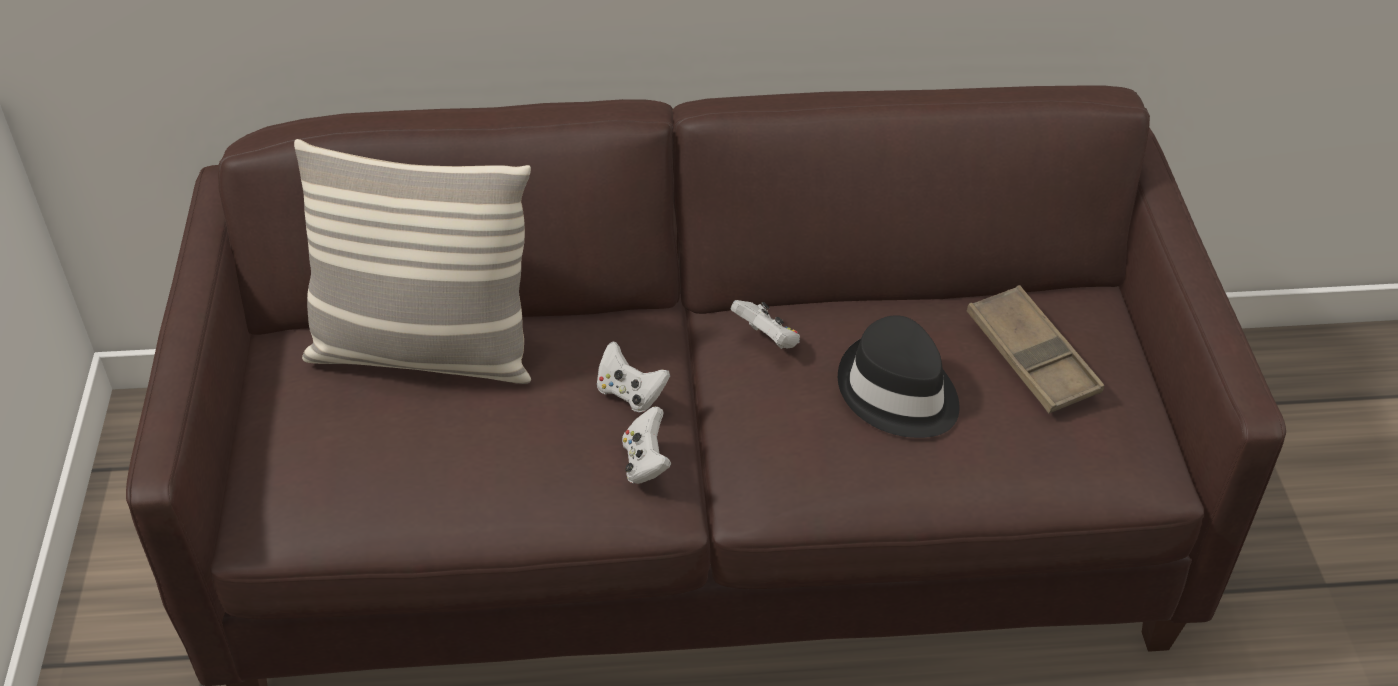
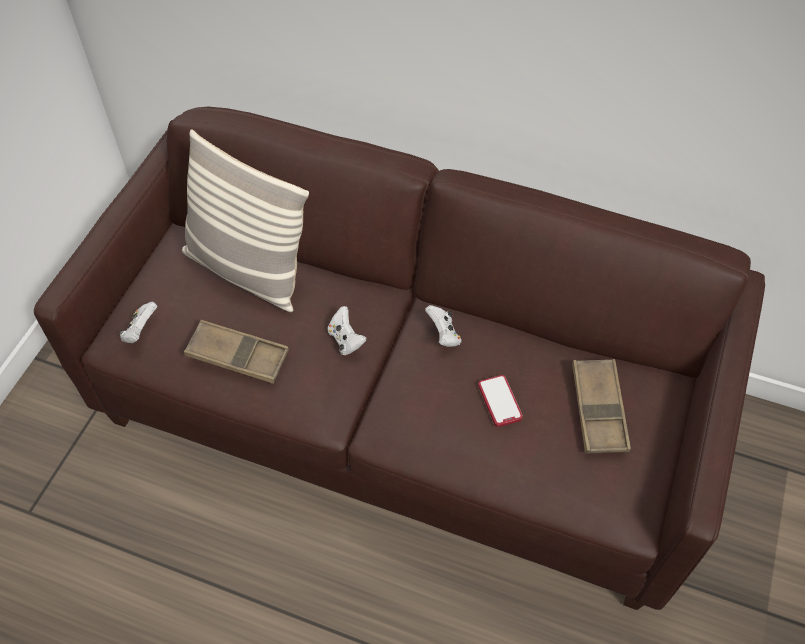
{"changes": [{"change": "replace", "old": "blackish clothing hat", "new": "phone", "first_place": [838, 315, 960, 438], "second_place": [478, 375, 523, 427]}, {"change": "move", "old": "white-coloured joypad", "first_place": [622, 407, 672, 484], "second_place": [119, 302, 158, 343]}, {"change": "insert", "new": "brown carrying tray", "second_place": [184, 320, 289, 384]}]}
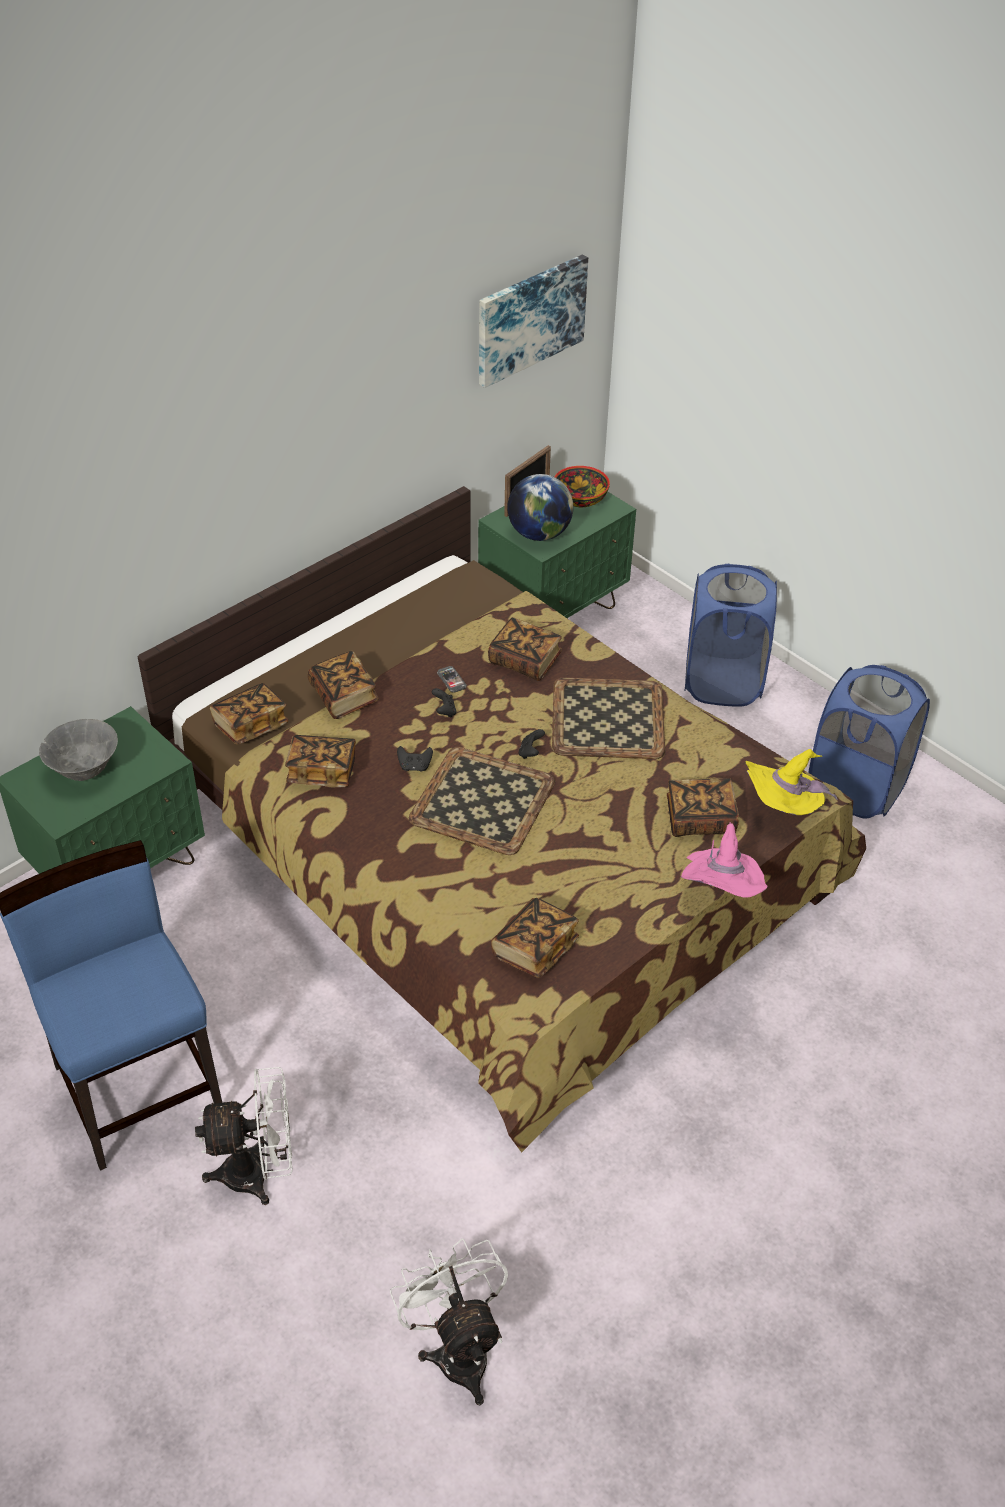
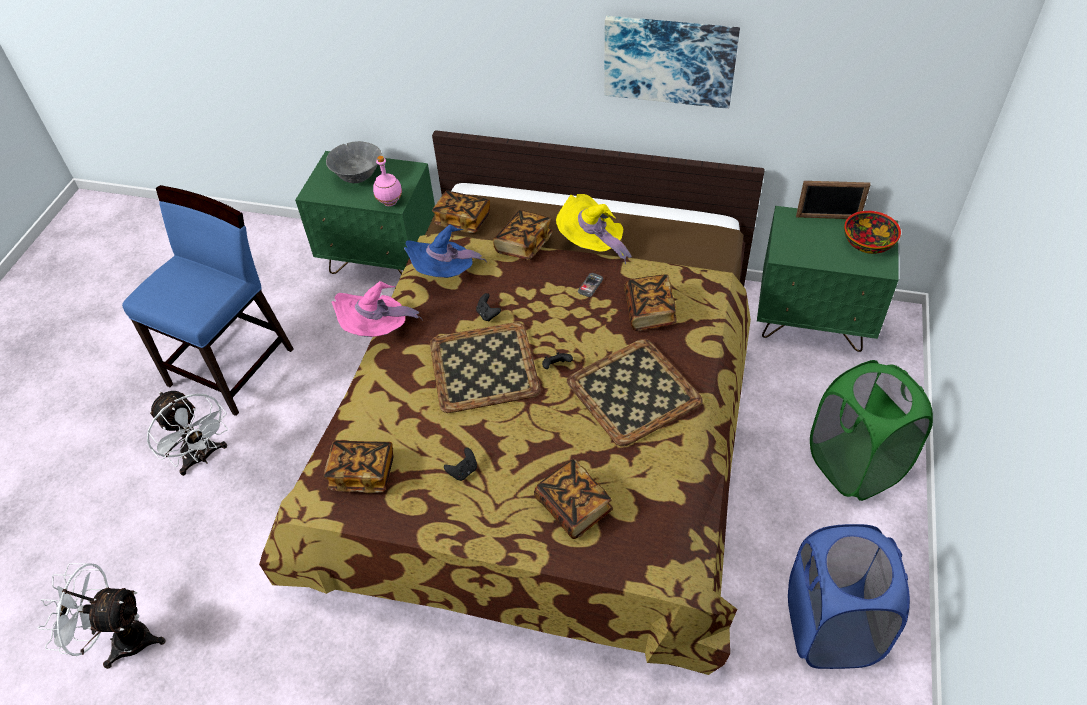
{"changes": [{"change": "move", "old": "picture", "first_place": [479, 254, 588, 388], "second_place": [604, 16, 740, 109]}, {"change": "delete", "old": "desk globe", "first_place": [507, 474, 573, 541]}, {"change": "recolor", "old": "blue-coloured washing basket", "new": "green-coloured washing basket", "first_place": [685, 564, 777, 707], "second_place": [810, 360, 933, 501]}, {"change": "move", "old": "blackish joypad", "first_place": [432, 688, 456, 717], "second_place": [444, 447, 477, 481]}, {"change": "replace", "old": "book", "new": "blue-coloured clothing hat", "first_place": [285, 735, 356, 787], "second_place": [404, 225, 487, 278]}, {"change": "move", "old": "yellow clothing hat", "first_place": [745, 749, 837, 815], "second_place": [556, 194, 632, 264]}, {"change": "move", "old": "pink-coloured clothing hat", "first_place": [681, 822, 767, 897], "second_place": [331, 281, 423, 337]}, {"change": "rotate", "old": "white-coloured electric fan", "first_place": [390, 1238, 508, 1405], "second_place": [38, 563, 166, 669], "degrees": -120}, {"change": "insert", "new": "pink-coloured drink bottle", "second_place": [373, 156, 402, 206]}]}
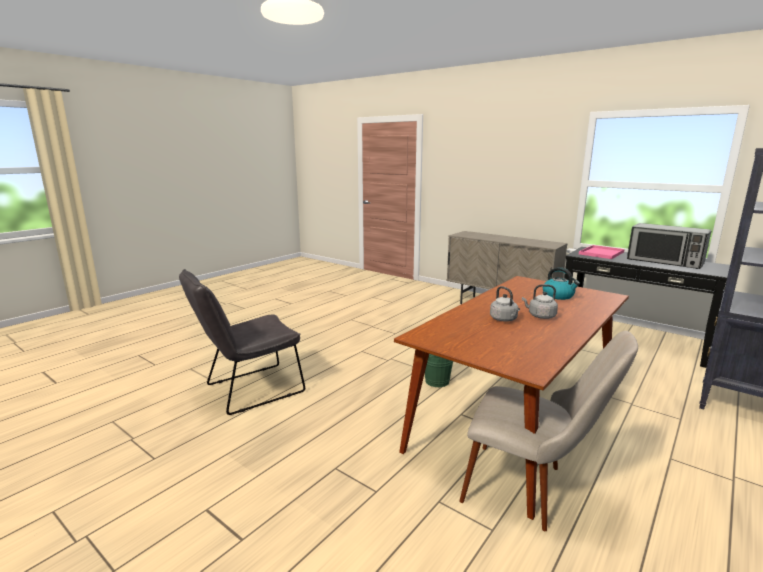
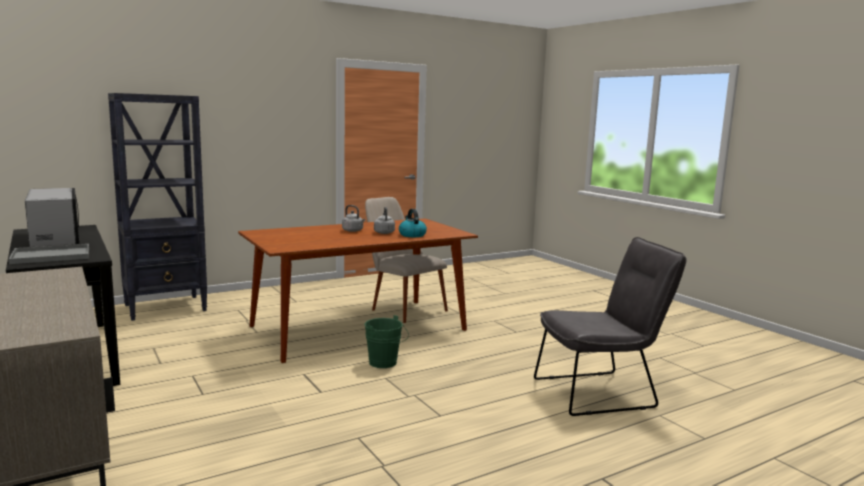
{"changes": [{"change": "recolor", "old": "pink-coloured carrying tray", "new": "gray carrying tray", "first_place": [579, 245, 625, 259], "second_place": [9, 244, 89, 264]}, {"change": "move", "old": "kettle", "first_place": [543, 267, 580, 300], "second_place": [399, 209, 427, 237]}]}
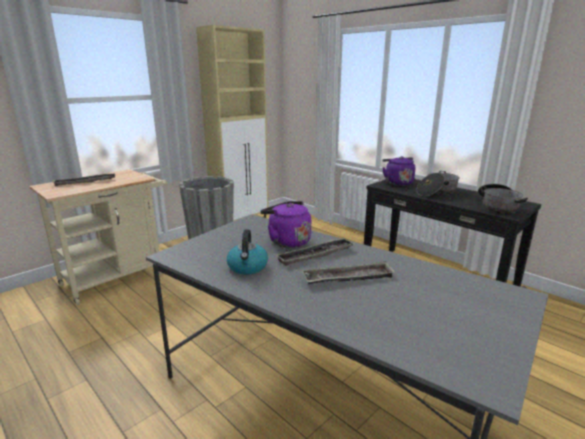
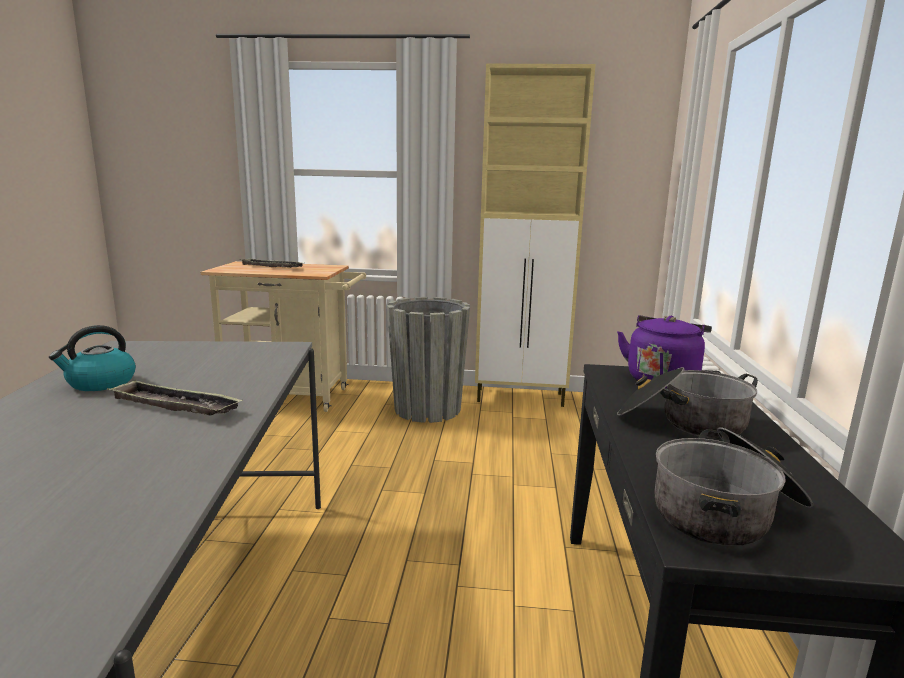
{"changes": [{"change": "delete", "old": "purple-coloured kettle", "first_place": [260, 201, 311, 248]}, {"change": "delete", "old": "carrying tray", "first_place": [302, 261, 395, 284]}]}
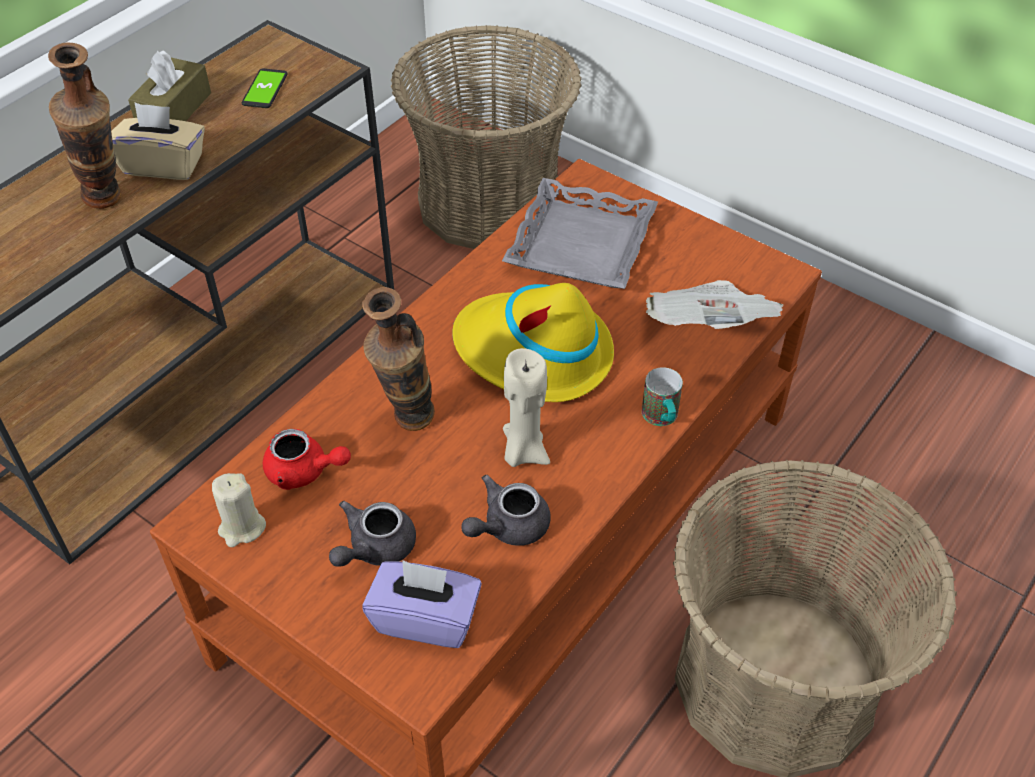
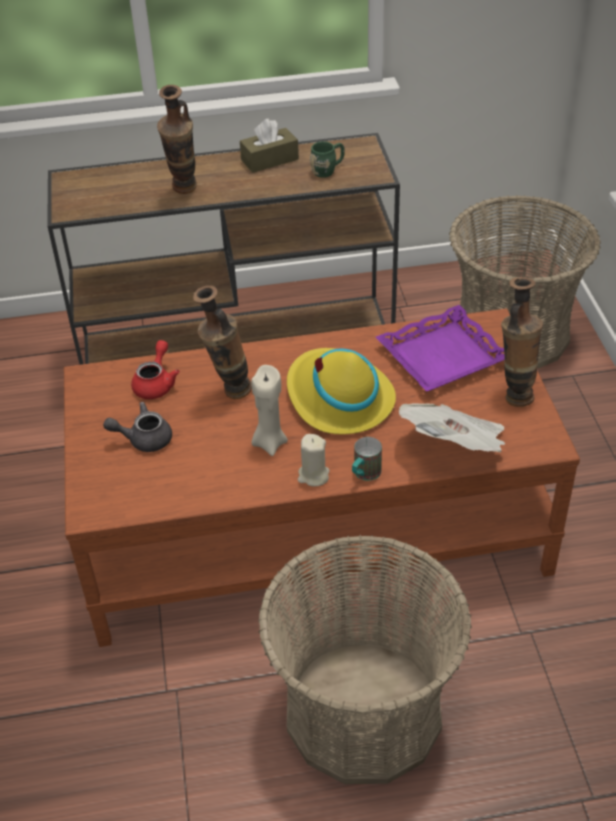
{"changes": [{"change": "replace", "old": "phone", "new": "green-coloured coffee mug", "first_place": [242, 68, 288, 108], "second_place": [310, 141, 345, 178]}, {"change": "delete", "old": "beige-coloured tissue box", "first_place": [111, 102, 205, 180]}, {"change": "recolor", "old": "gray carrying tray", "new": "purple-coloured carrying tray", "first_place": [502, 178, 658, 289], "second_place": [376, 305, 505, 392]}, {"change": "rotate", "old": "red-coloured teapot", "first_place": [263, 429, 351, 490], "second_place": [131, 340, 180, 399], "degrees": -135}, {"change": "move", "old": "beige-coloured wax candle", "first_place": [212, 473, 266, 547], "second_place": [298, 434, 330, 487]}, {"change": "delete", "old": "gray teapot", "first_place": [461, 475, 551, 546]}, {"change": "delete", "old": "purple-coloured tissue box", "first_place": [362, 560, 482, 648]}, {"change": "insert", "new": "flower vase", "second_place": [501, 277, 543, 407]}]}
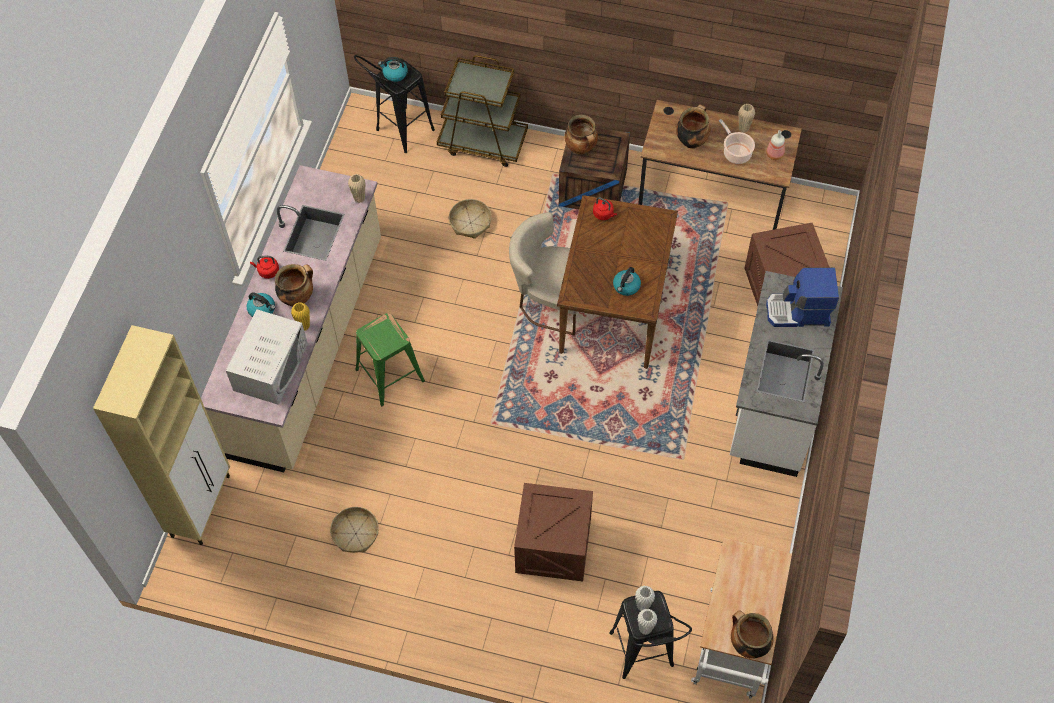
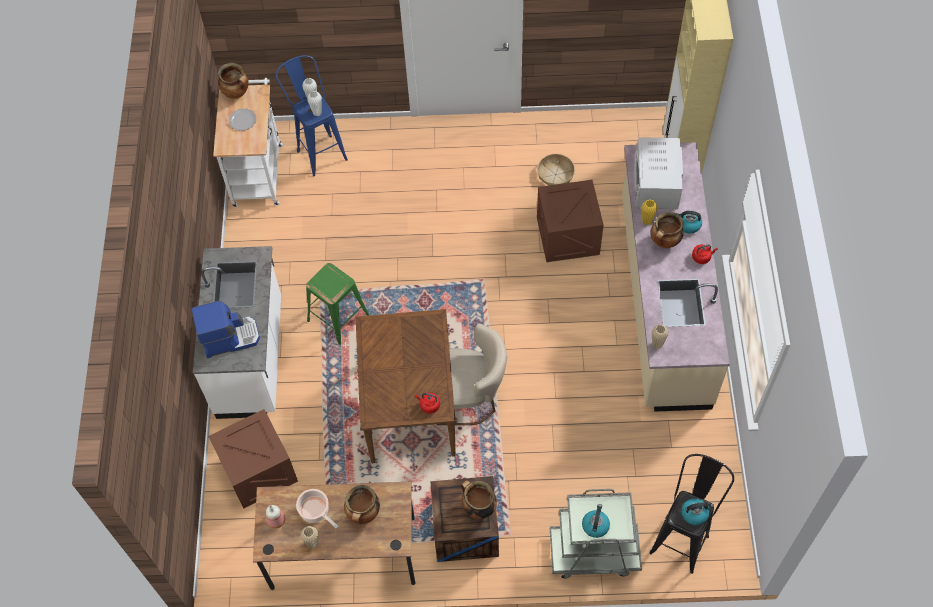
{"changes": [{"change": "recolor", "old": "brown cart", "new": "gray cart", "first_place": [437, 55, 528, 167], "second_place": [550, 489, 642, 579]}, {"change": "delete", "old": "basket", "first_place": [449, 199, 492, 239]}, {"change": "move", "old": "kettle", "first_place": [613, 267, 641, 296], "second_place": [582, 504, 610, 538]}, {"change": "move", "old": "green-coloured stool seat", "first_place": [356, 313, 425, 406], "second_place": [306, 263, 369, 345]}, {"change": "move", "old": "packing crate", "first_place": [514, 483, 593, 582], "second_place": [537, 180, 604, 262]}, {"change": "recolor", "old": "blackish stool seat", "new": "blue-coloured stool seat", "first_place": [609, 591, 692, 679], "second_place": [276, 55, 348, 176]}, {"change": "insert", "new": "dinner plate", "second_place": [229, 108, 257, 131]}]}
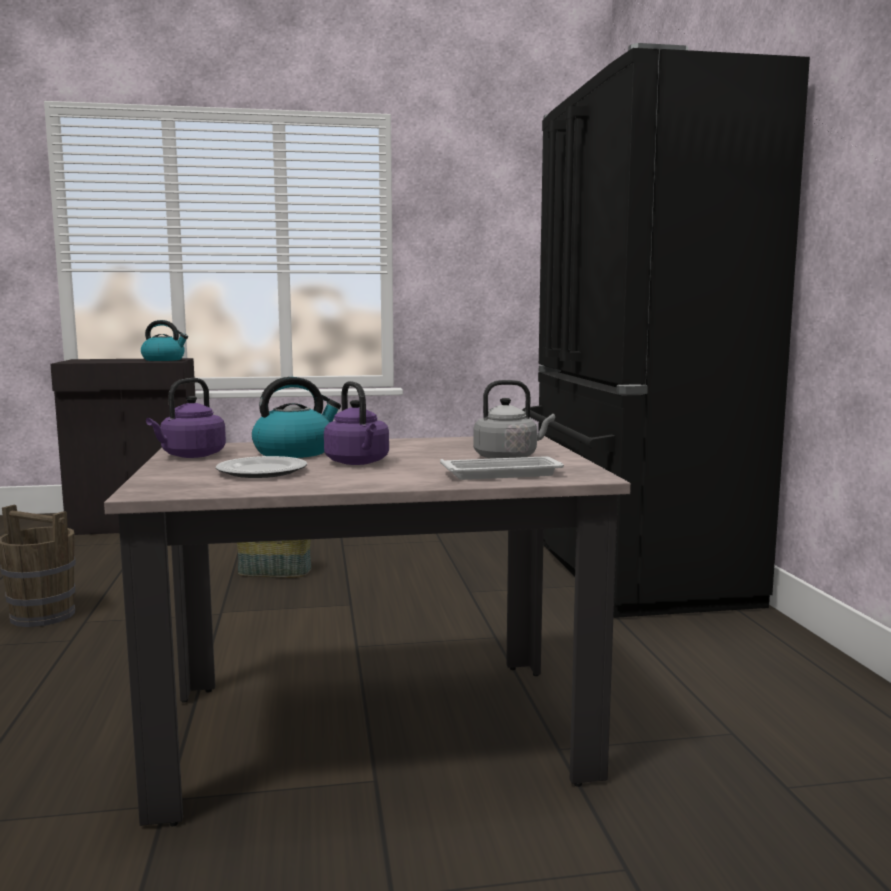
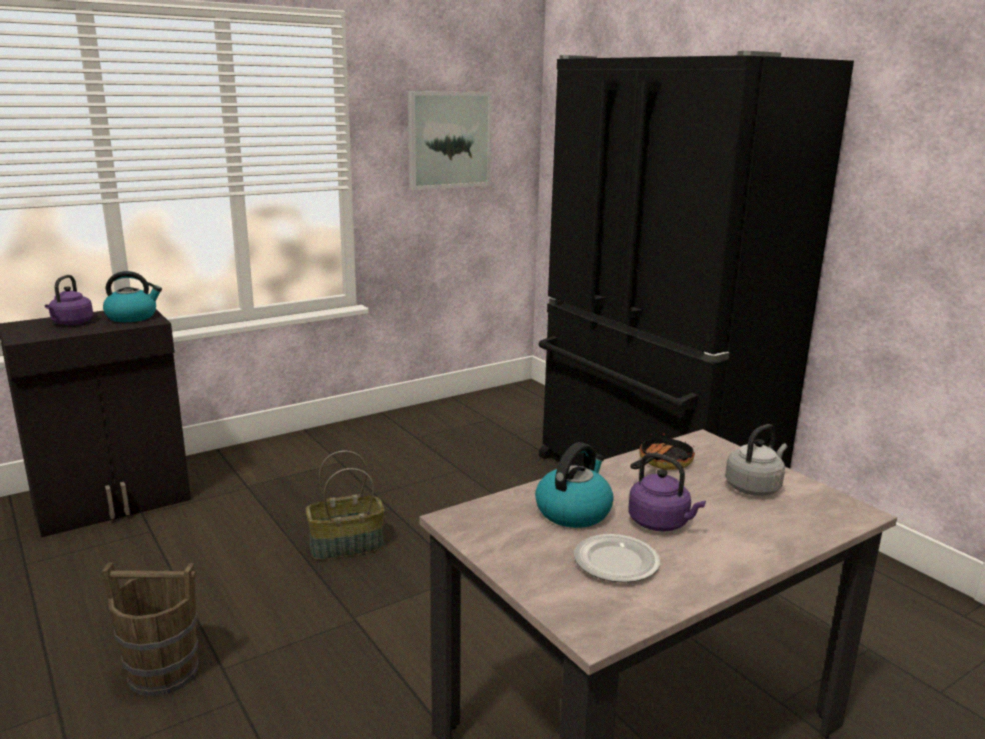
{"changes": [{"change": "move", "old": "purple-coloured kettle", "first_place": [146, 378, 226, 458], "second_place": [45, 275, 93, 325]}, {"change": "delete", "old": "white-coloured carrying tray", "first_place": [440, 456, 564, 480]}, {"change": "insert", "new": "picture", "second_place": [408, 91, 492, 190]}, {"change": "insert", "new": "skillet", "second_place": [630, 433, 695, 470]}]}
